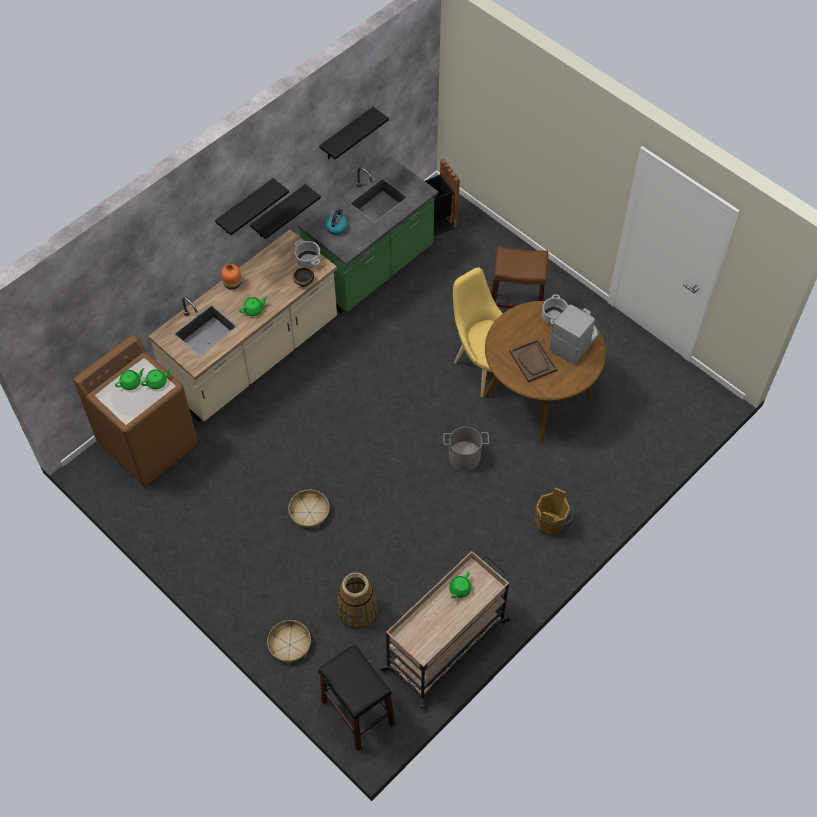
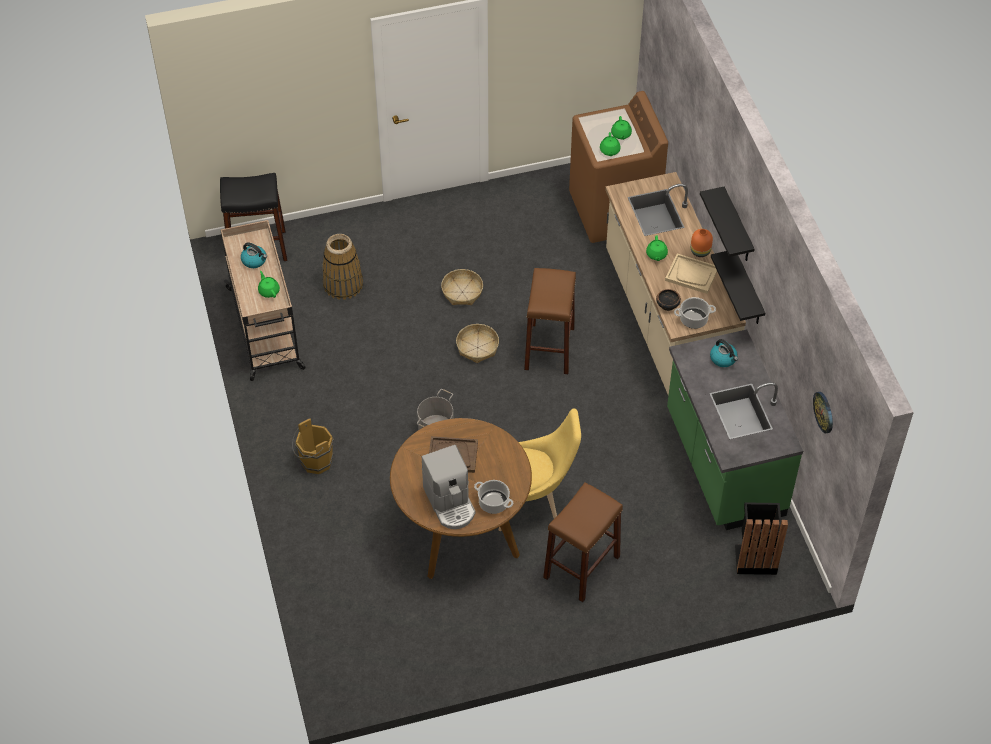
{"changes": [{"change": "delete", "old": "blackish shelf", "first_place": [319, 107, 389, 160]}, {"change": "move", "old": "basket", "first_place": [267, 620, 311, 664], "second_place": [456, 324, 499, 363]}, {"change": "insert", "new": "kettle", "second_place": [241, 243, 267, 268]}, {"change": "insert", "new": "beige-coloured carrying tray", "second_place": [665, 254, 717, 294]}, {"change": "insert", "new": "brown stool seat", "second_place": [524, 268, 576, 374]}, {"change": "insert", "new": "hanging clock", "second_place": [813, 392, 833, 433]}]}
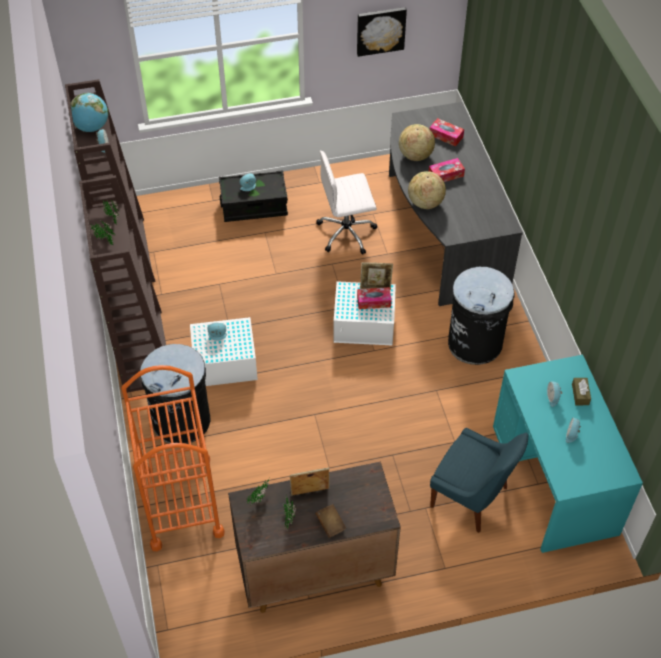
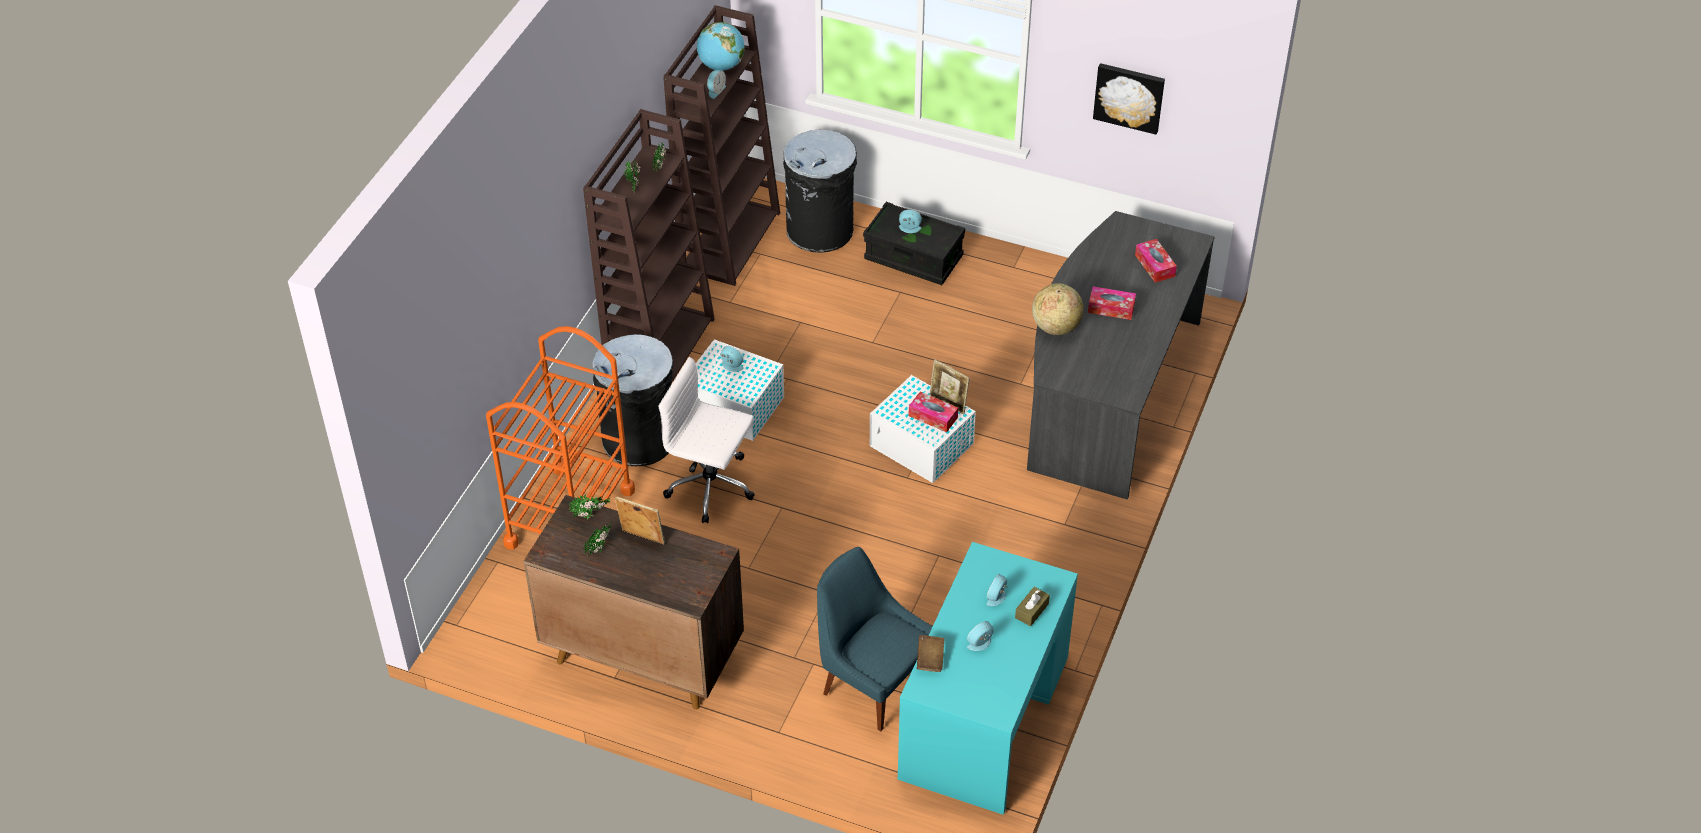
{"changes": [{"change": "delete", "old": "desk globe", "first_place": [399, 124, 435, 161]}, {"change": "move", "old": "white-coloured desk chair", "first_place": [316, 150, 377, 255], "second_place": [658, 357, 755, 523]}, {"change": "move", "old": "blackish trash can", "first_place": [448, 266, 515, 365], "second_place": [783, 130, 857, 253]}, {"change": "rotate", "old": "blue-coloured chair", "first_place": [430, 428, 528, 533], "second_place": [817, 547, 933, 731], "degrees": 150}, {"change": "move", "old": "brown book", "first_place": [315, 504, 346, 538], "second_place": [917, 635, 944, 672]}]}
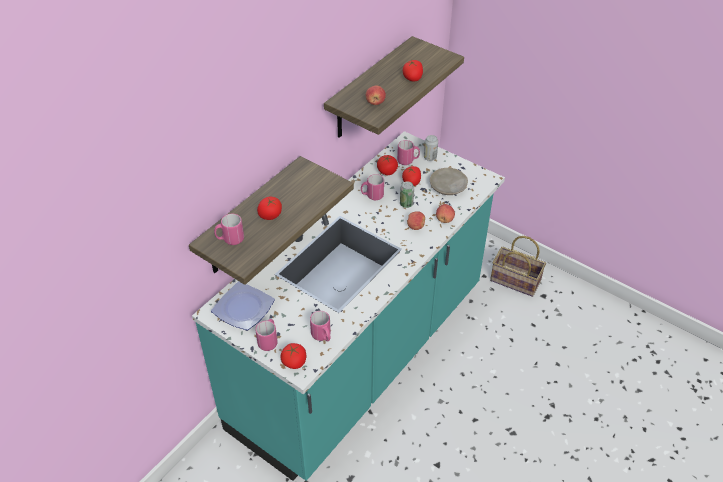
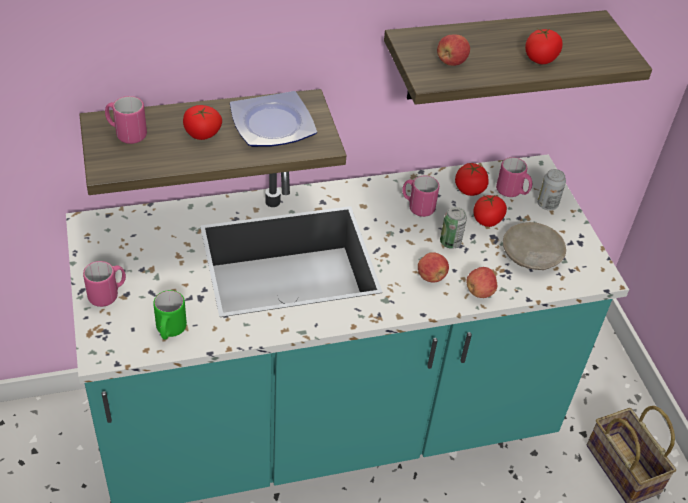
{"changes": [{"change": "move", "old": "dinner plate", "first_place": [211, 281, 275, 330], "second_place": [230, 91, 317, 147]}, {"change": "recolor", "old": "pink-coloured coffee mug", "new": "green-coloured coffee mug", "first_place": [310, 311, 331, 341], "second_place": [153, 290, 187, 340]}, {"change": "delete", "old": "tomato", "first_place": [280, 343, 306, 369]}]}
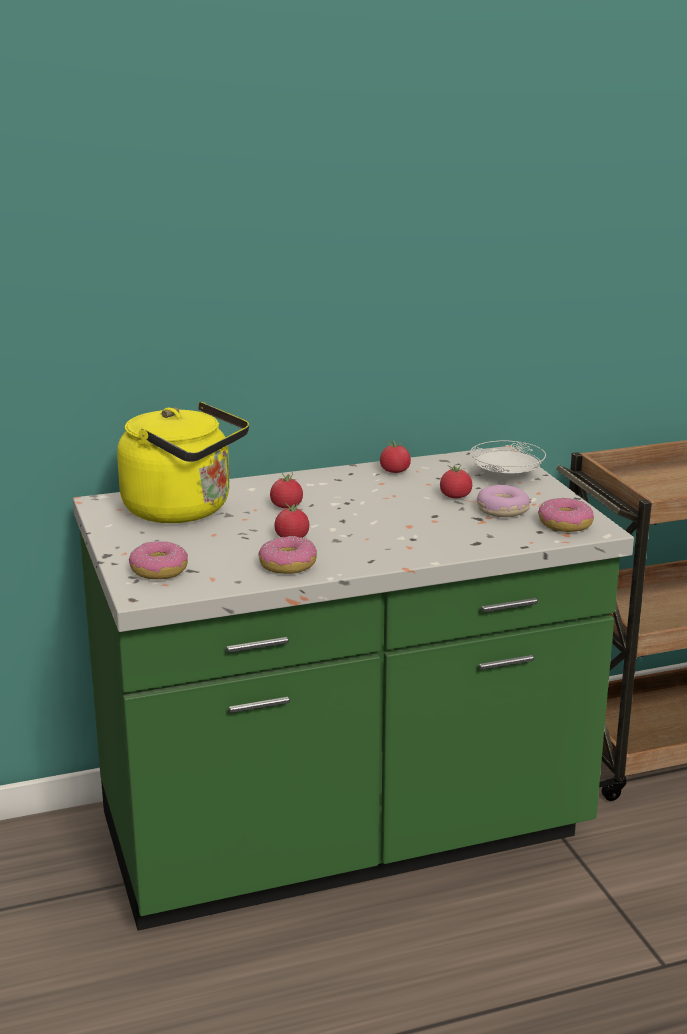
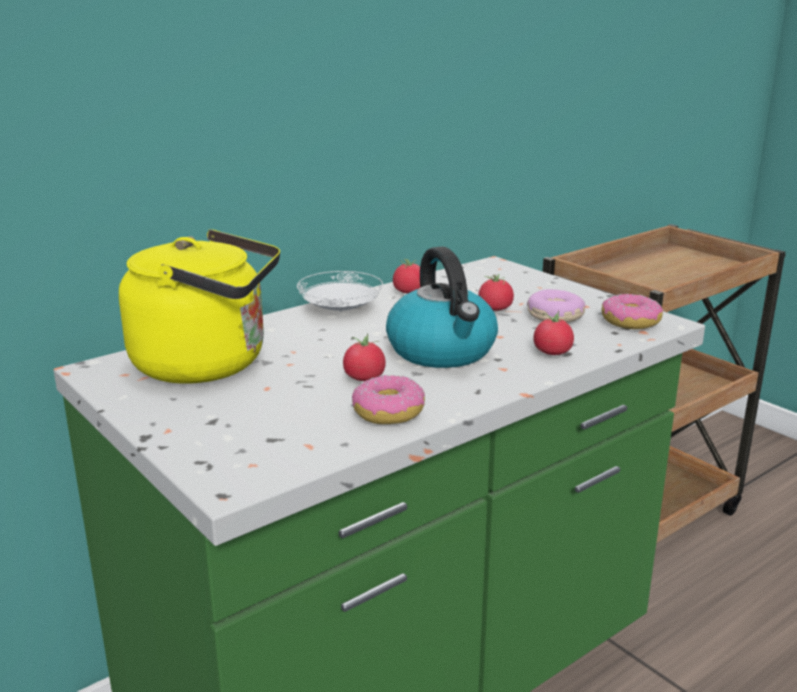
{"changes": [{"change": "move", "old": "white-coloured dinner plate", "first_place": [470, 441, 546, 477], "second_place": [297, 271, 383, 312]}, {"change": "move", "old": "tomato", "first_place": [270, 472, 303, 508], "second_place": [533, 311, 574, 355]}, {"change": "delete", "old": "ring doughnut", "first_place": [129, 541, 188, 579]}, {"change": "insert", "new": "kettle", "second_place": [386, 247, 498, 368]}]}
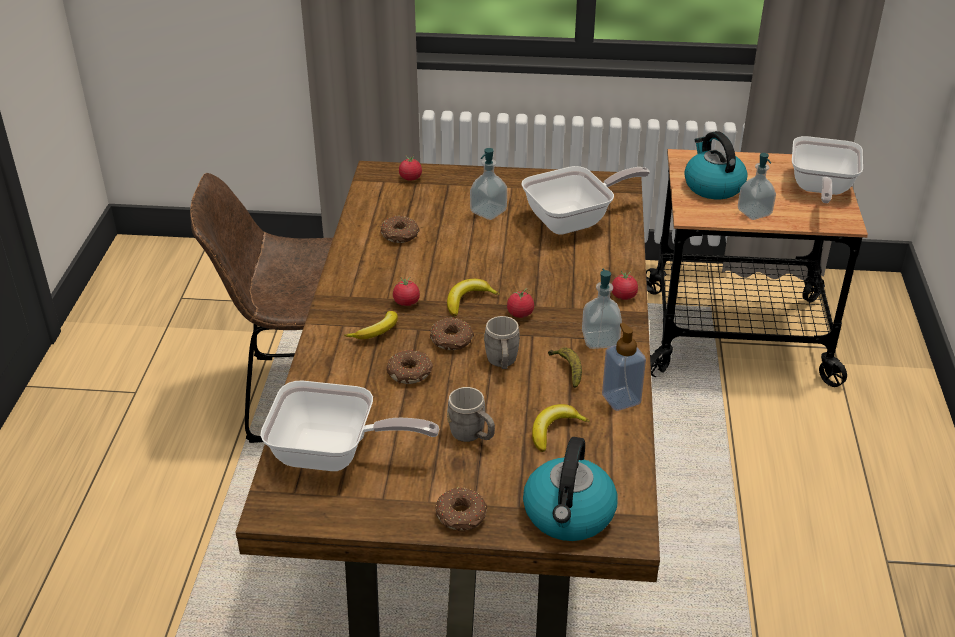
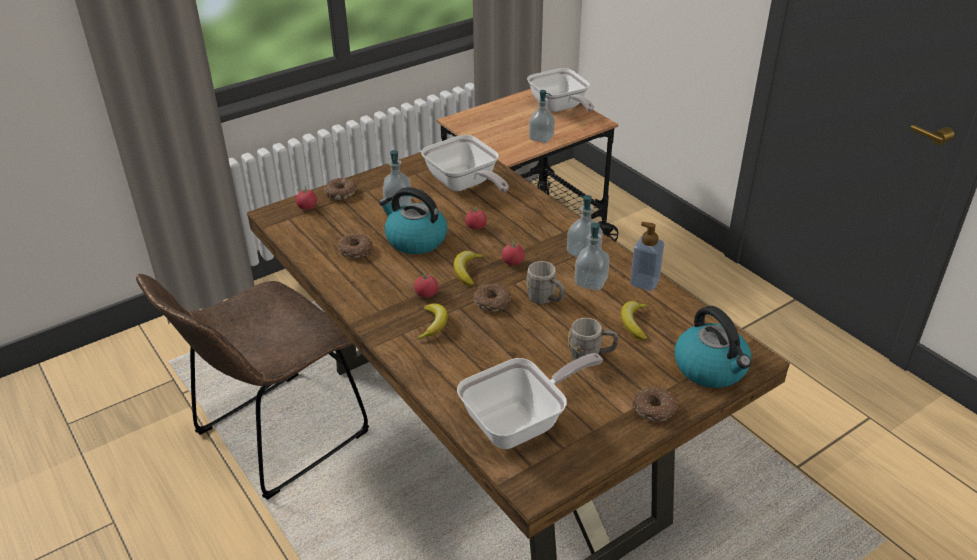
{"changes": [{"change": "move", "old": "kettle", "first_place": [684, 131, 748, 199], "second_place": [379, 187, 447, 254]}, {"change": "rotate", "old": "skillet", "first_place": [521, 166, 650, 235], "second_place": [421, 135, 509, 192], "degrees": 120}, {"change": "move", "old": "tomato", "first_place": [612, 270, 638, 300], "second_place": [465, 206, 487, 230]}, {"change": "replace", "old": "banana", "new": "soap bottle", "first_place": [548, 347, 582, 388], "second_place": [574, 222, 610, 291]}, {"change": "move", "old": "ring doughnut", "first_place": [386, 350, 433, 384], "second_place": [324, 178, 357, 200]}]}
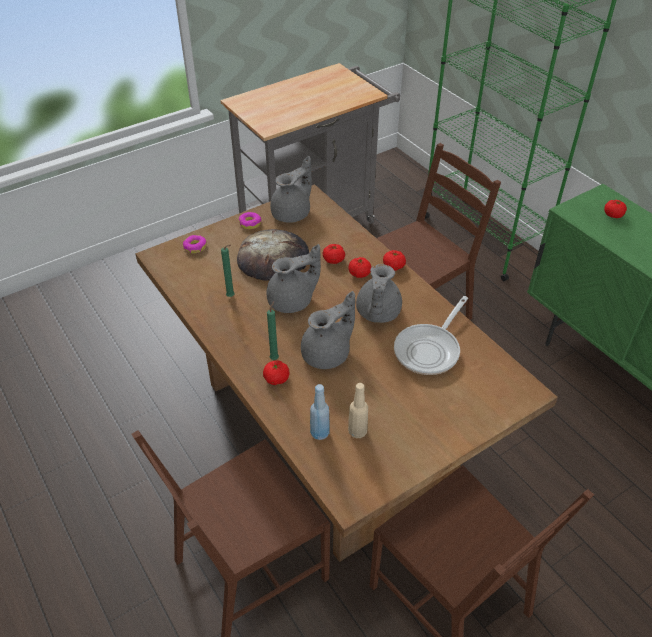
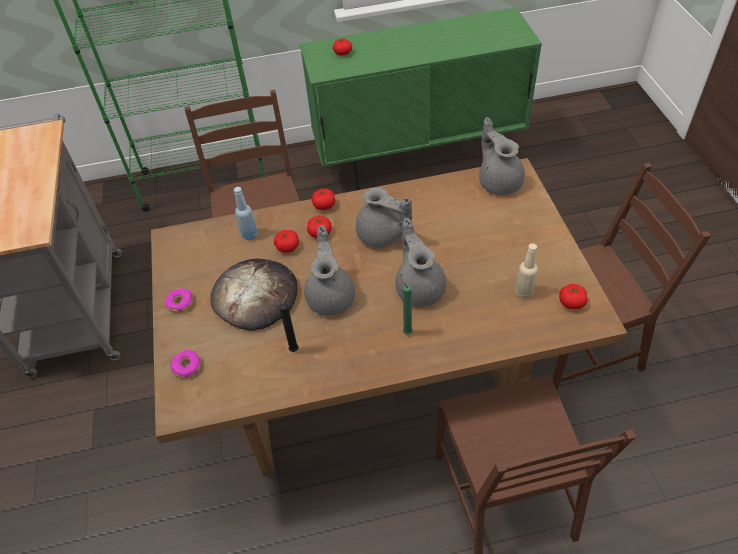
{"changes": [{"change": "move", "old": "gray teapot", "first_place": [270, 156, 312, 223], "second_place": [479, 117, 525, 195]}, {"change": "recolor", "old": "green-coloured wax candle", "new": "blackish wax candle", "first_place": [221, 245, 235, 297], "second_place": [279, 294, 299, 352]}, {"change": "delete", "old": "skillet", "first_place": [394, 296, 468, 375]}, {"change": "move", "old": "tomato", "first_place": [263, 361, 289, 385], "second_place": [559, 284, 588, 310]}, {"change": "move", "old": "blue-coloured drink bottle", "first_place": [310, 384, 330, 440], "second_place": [234, 187, 258, 240]}]}
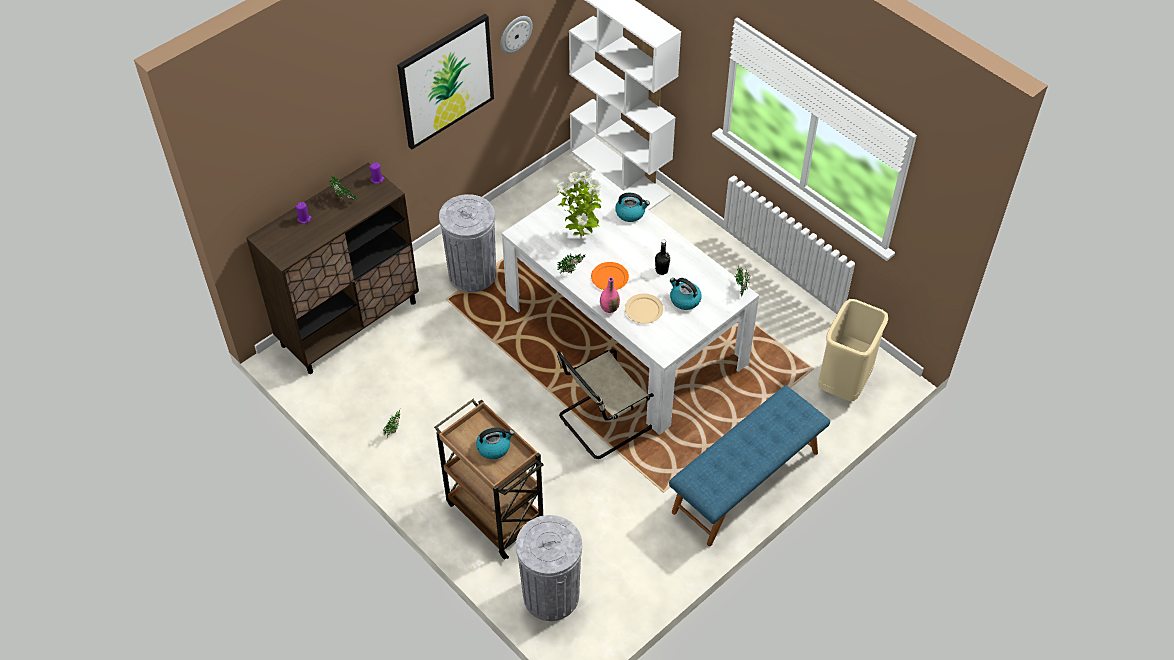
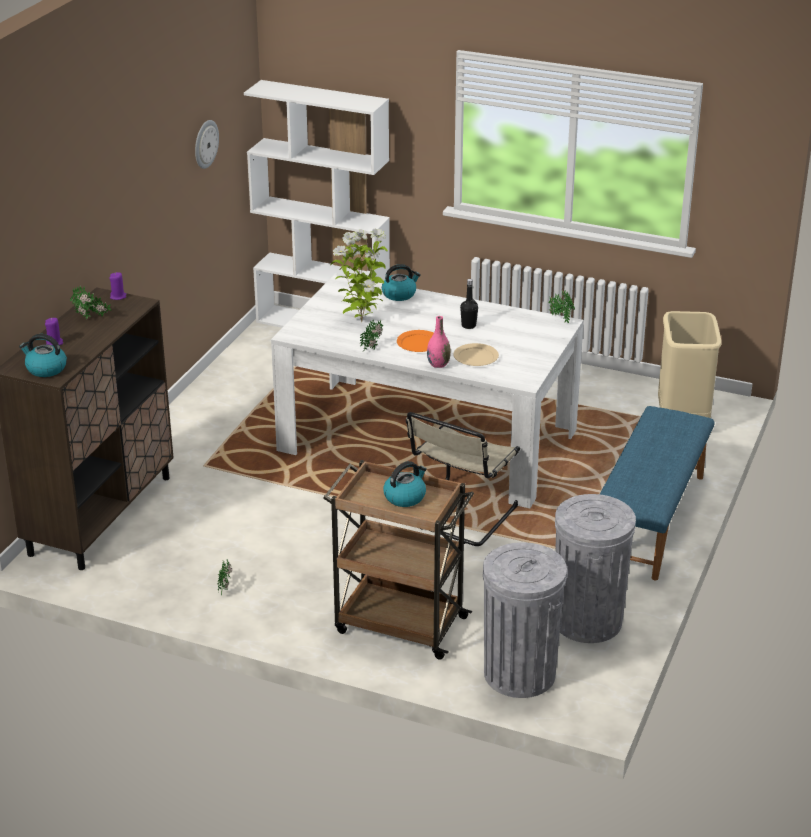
{"changes": [{"change": "delete", "old": "picture", "first_place": [397, 14, 494, 149]}, {"change": "move", "old": "gray trash can", "first_place": [439, 194, 496, 292], "second_place": [555, 494, 636, 643]}, {"change": "move", "old": "kettle", "first_place": [670, 278, 702, 310], "second_place": [19, 334, 67, 377]}]}
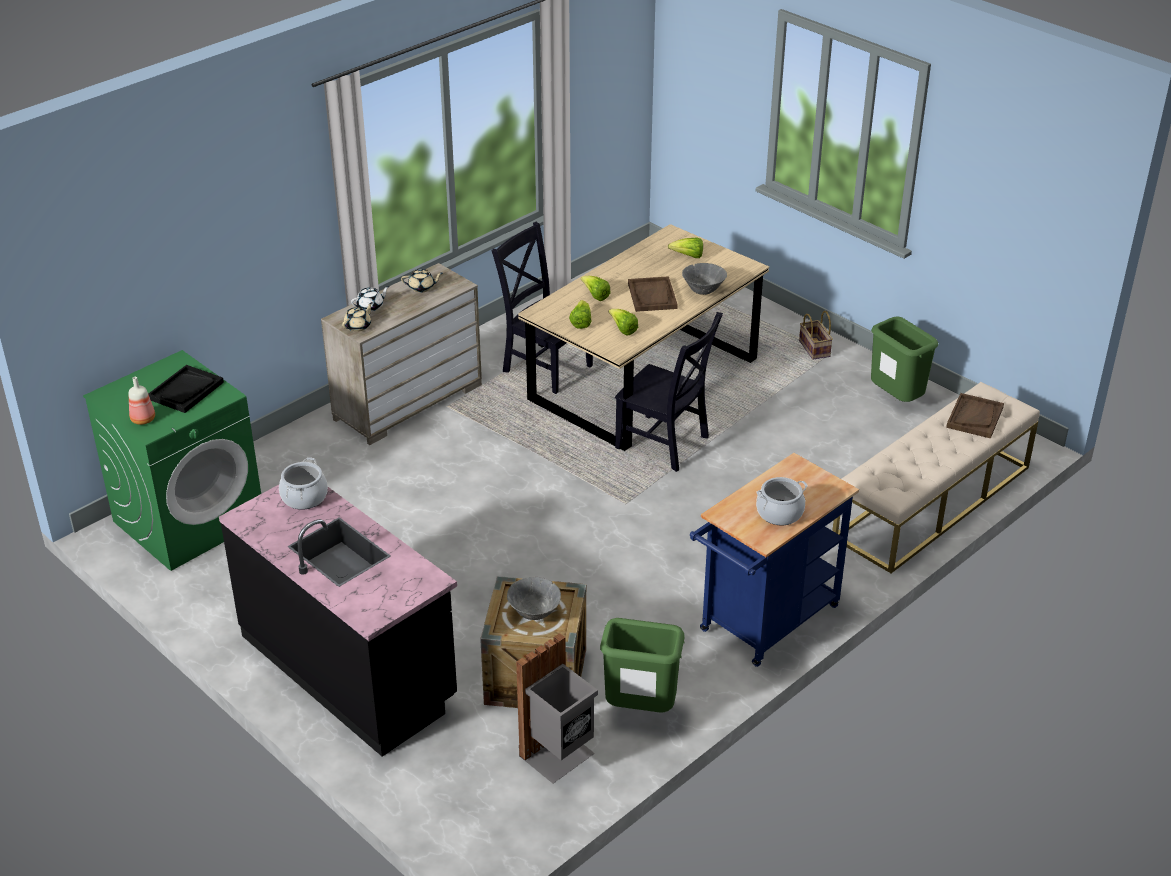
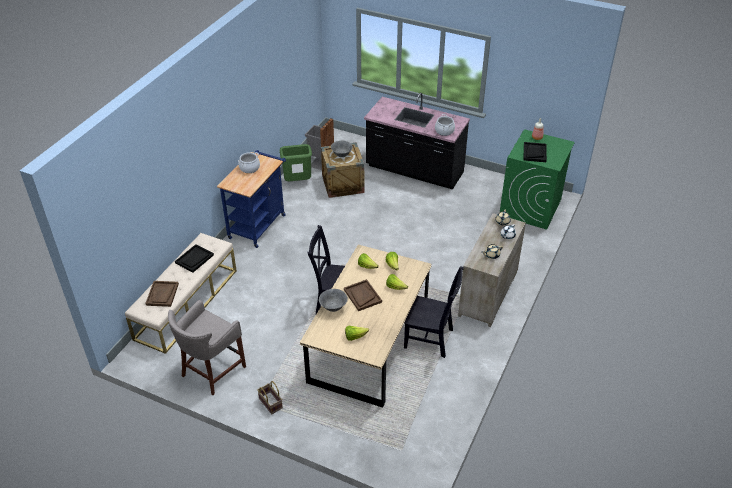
{"changes": [{"change": "replace", "old": "green-coloured trash can", "new": "gray stool seat", "first_place": [871, 316, 938, 402], "second_place": [168, 300, 246, 396]}, {"change": "insert", "new": "blackish carrying tray", "second_place": [175, 244, 214, 272]}]}
